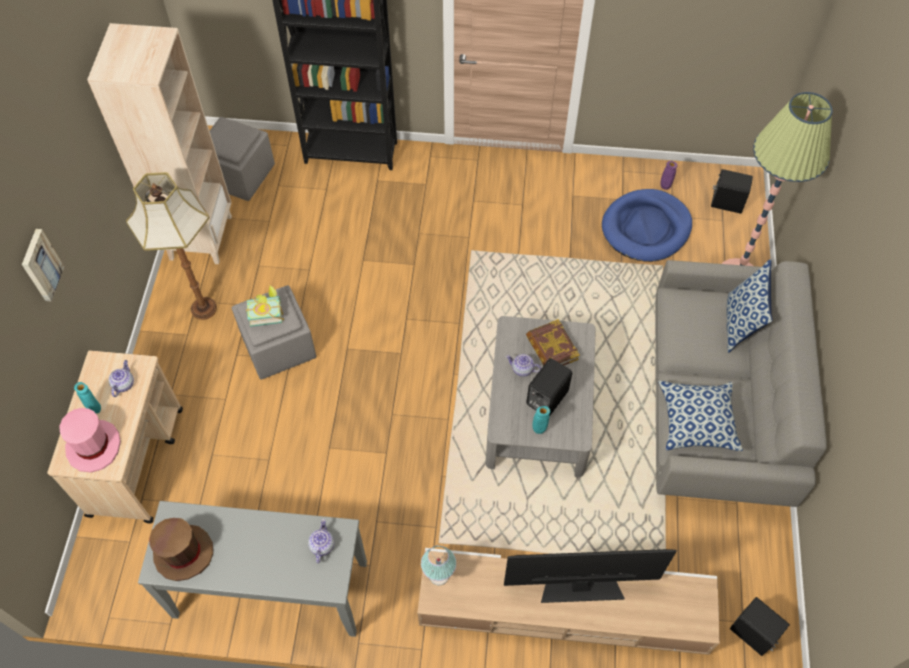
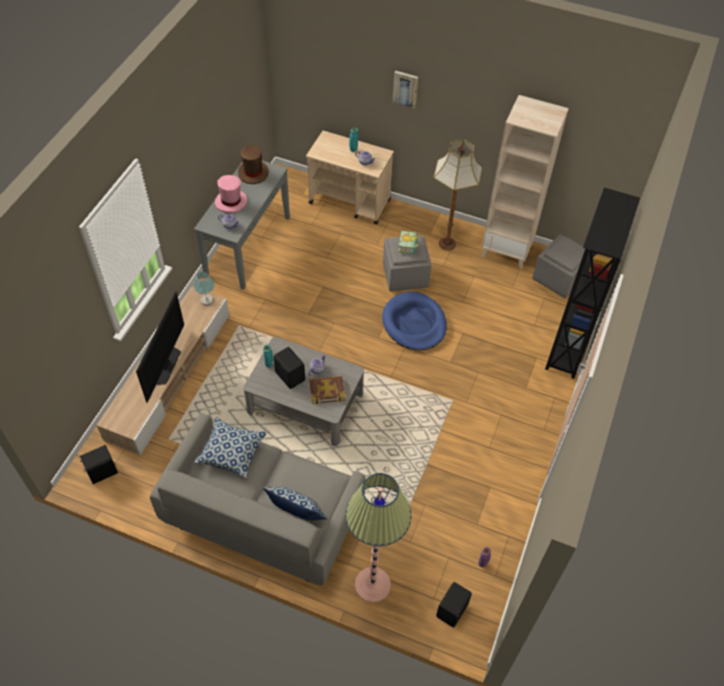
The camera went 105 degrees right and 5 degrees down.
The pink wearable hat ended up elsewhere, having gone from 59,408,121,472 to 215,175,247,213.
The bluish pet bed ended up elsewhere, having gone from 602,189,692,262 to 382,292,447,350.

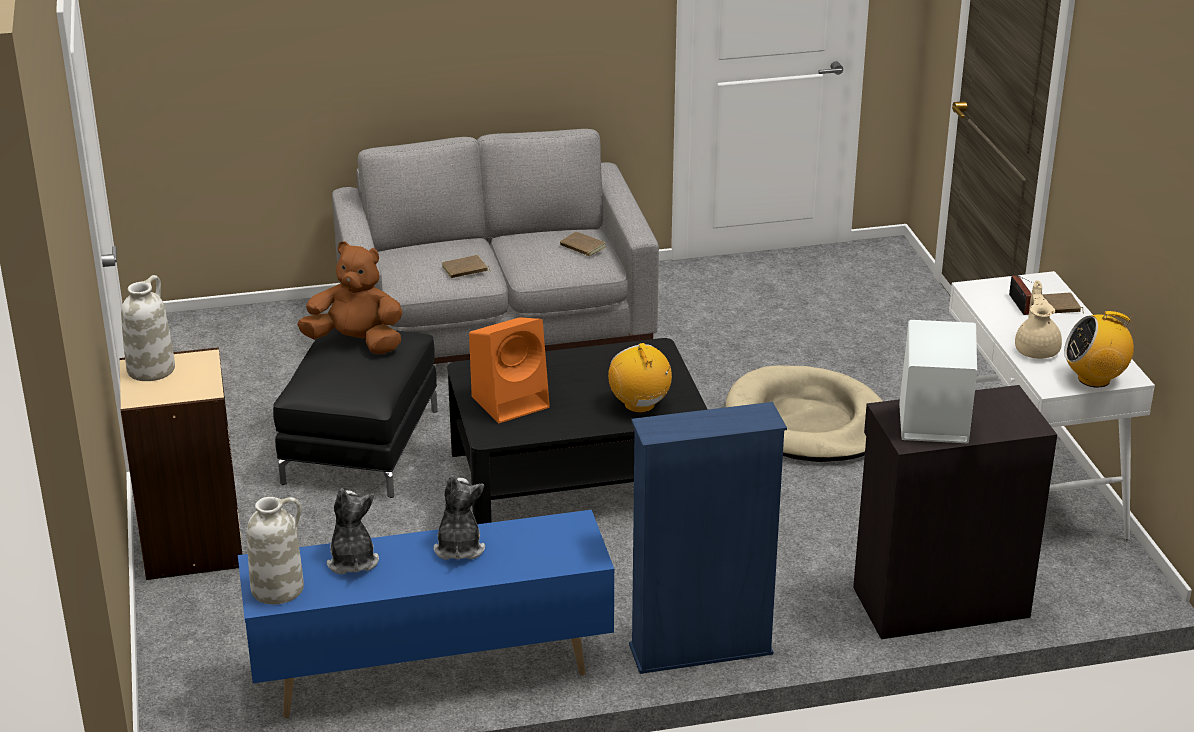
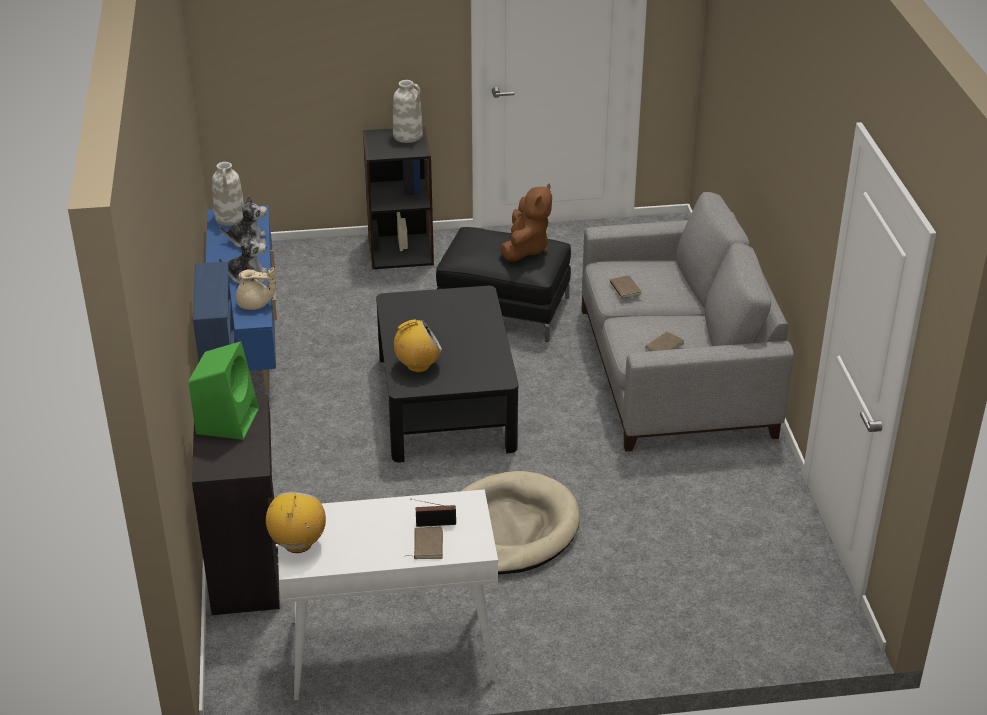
The camera went 95 degrees right and 5 degrees up.
What was the beige bookshelf at 119,347,243,580 turned into the black bookshelf at 363,126,434,270.
The second view lost the orangey audio speaker at 469,317,550,423.
What was the white audio speaker at 899,320,977,443 turned into the green-coloured audio speaker at 188,341,259,440.
The beige tea pot ended up elsewhere, having gone from 1015,280,1062,359 to 236,268,276,310.

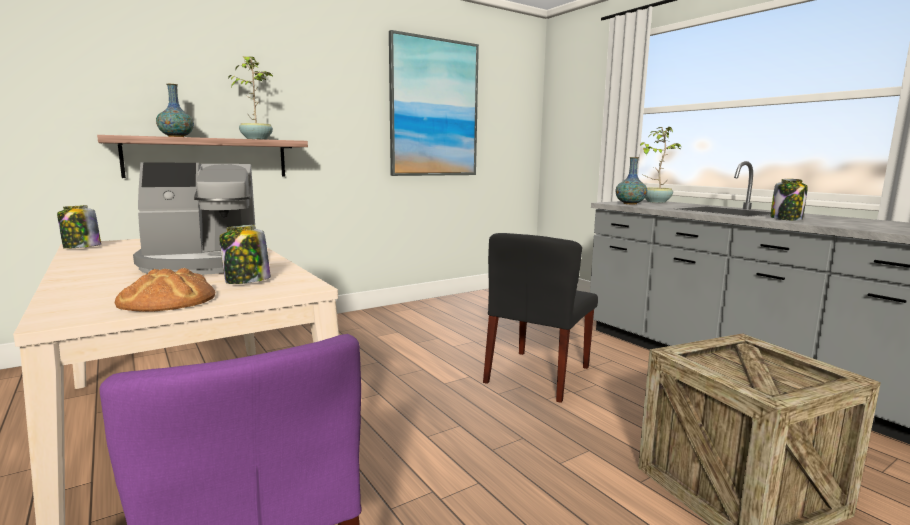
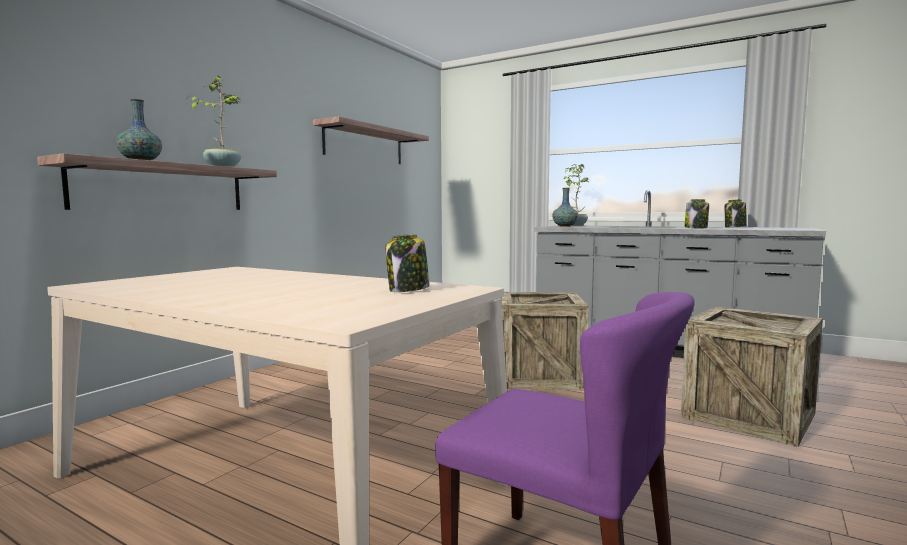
The camera went 25 degrees left and 5 degrees down.
The preserve jar ended up elsewhere, having gone from 57,205,101,249 to 725,199,747,228.
The second view lost the bakery bread at 115,268,216,312.
The second view lost the coffee maker at 133,162,256,275.
Where the picture hung at 389,30,479,176, the wall shelf came to hang at 313,116,429,164.
Where the black chair stood at 483,233,598,403, the shipping crate came to stand at 501,292,589,390.

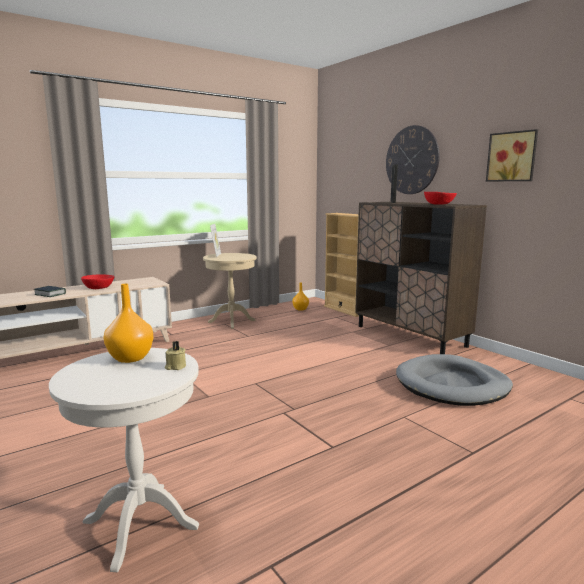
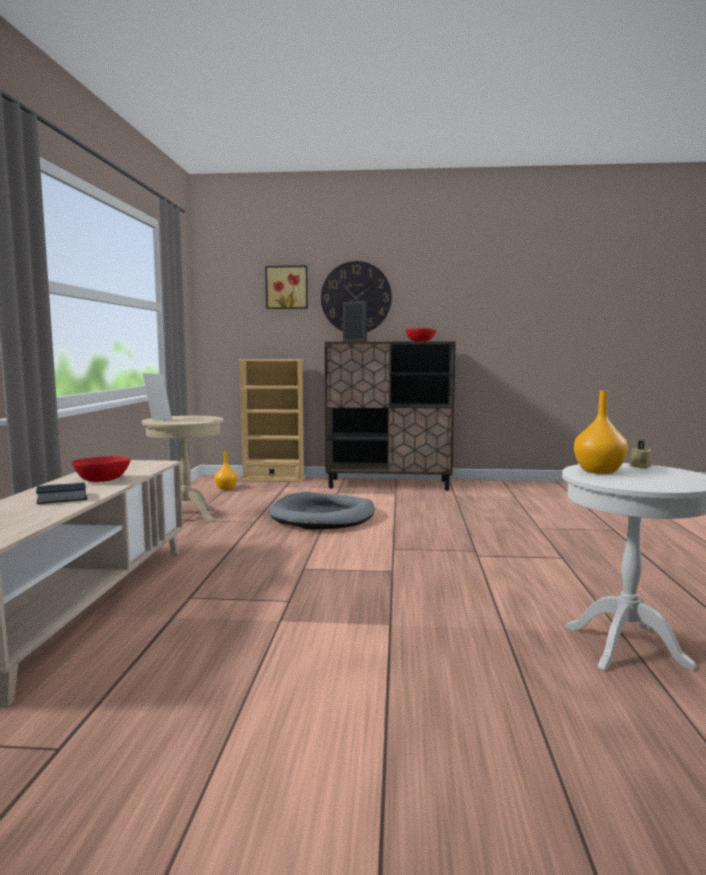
The camera went 50 degrees left and 5 degrees down.
The gray pet bed ended up elsewhere, having gone from 396,354,513,406 to 269,492,375,530.
The picture ended up elsewhere, having gone from 486,129,538,182 to 265,266,308,309.

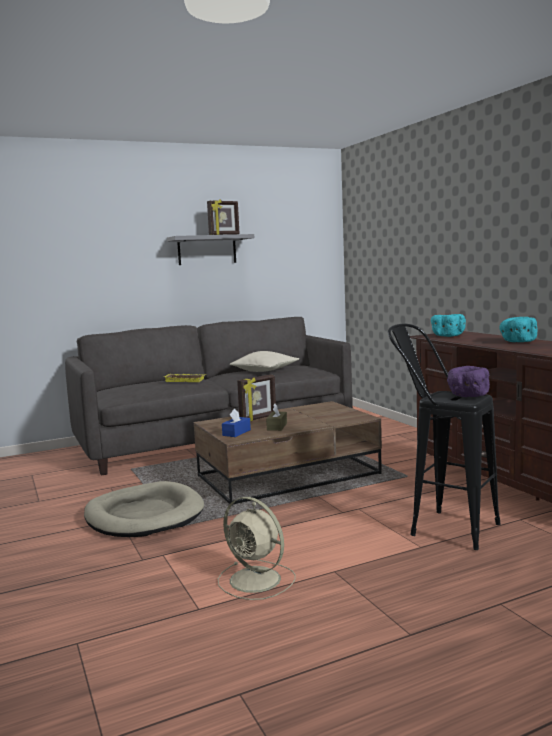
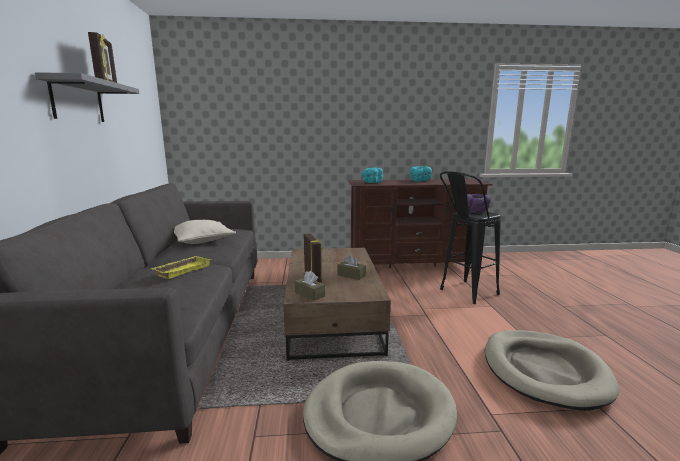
The camera went 70 degrees left and 5 degrees up.
Where the beige electric fan stood at 218,497,296,600, the beige pet bed came to stand at 485,330,619,411.
The second view lost the bluish box of tissues at 222,409,251,437.
The second view gained the brown box of tissues at 295,271,325,301.

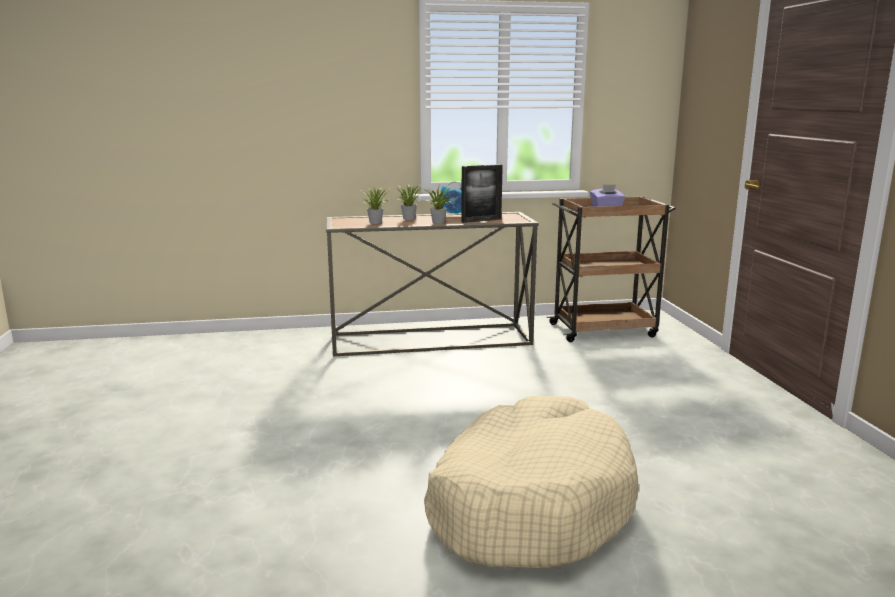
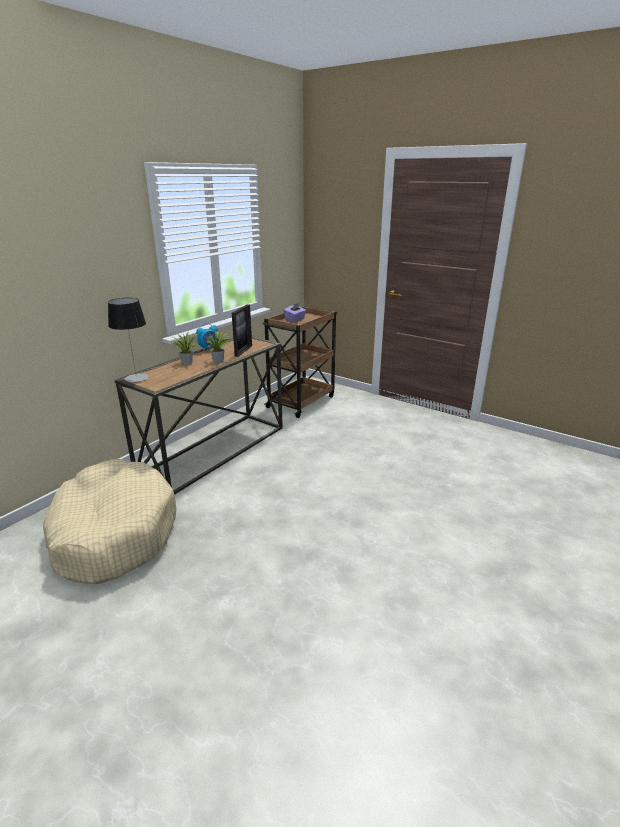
The camera went 45 degrees left and 10 degrees up.
The second view lost the plant in a pot at 362,185,390,224.
The beige pet bed ended up elsewhere, having gone from 424,396,639,568 to 43,459,176,584.
The second view gained the lamp for a table at 108,298,149,382.

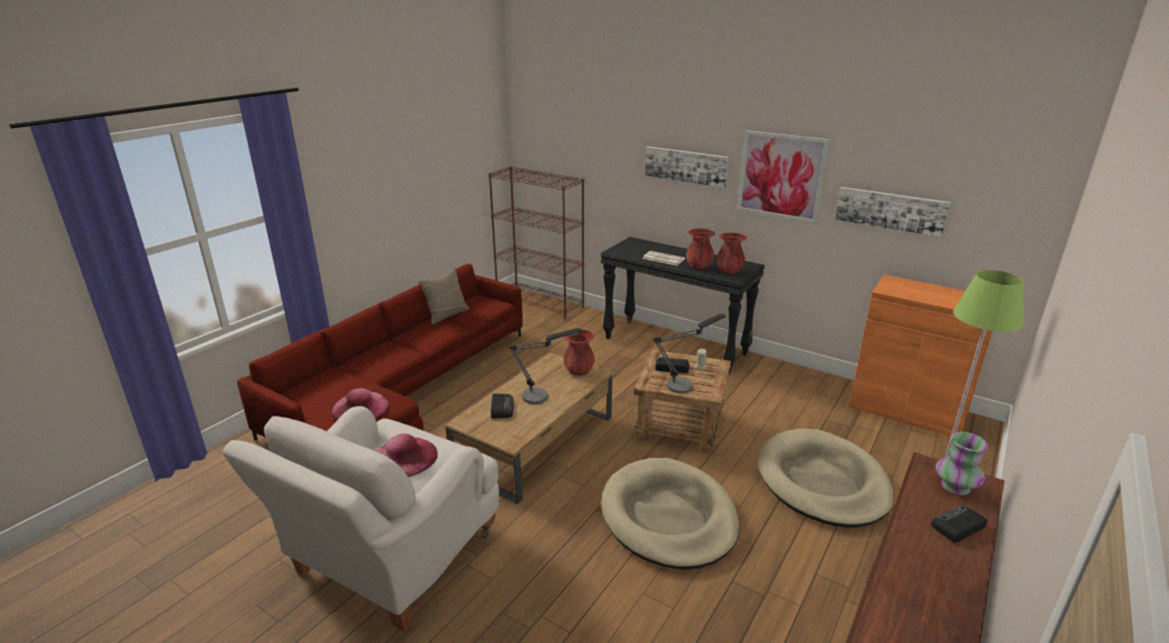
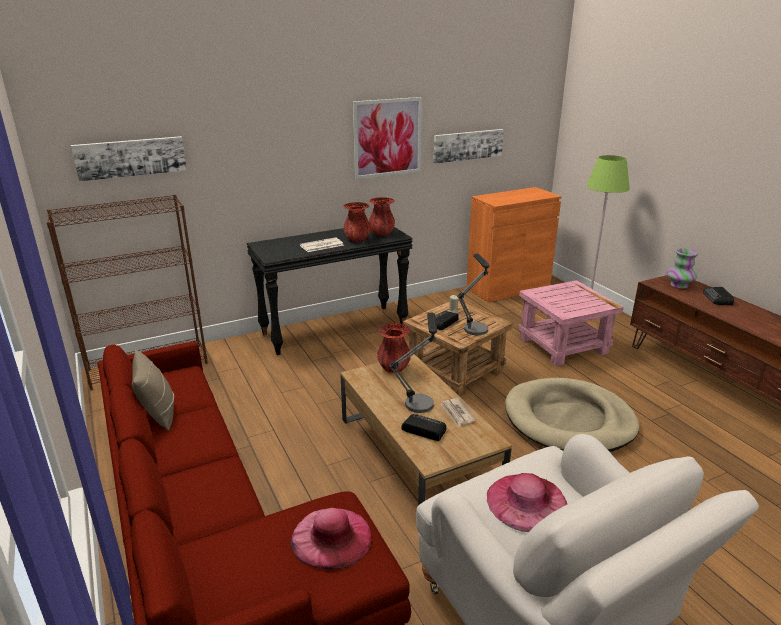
The camera went 60 degrees left and 0 degrees up.
The picture ended up elsewhere, having gone from 645,146,729,188 to 71,136,187,181.
Where the beige pet bed stood at 758,428,893,528, the pink end table came to stand at 519,280,624,366.
The second view gained the newspaper at 440,398,475,427.

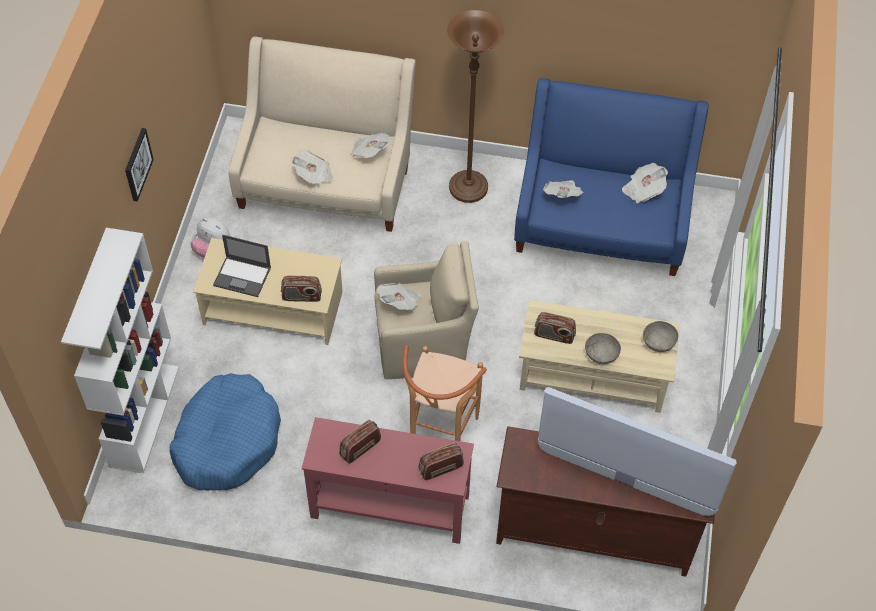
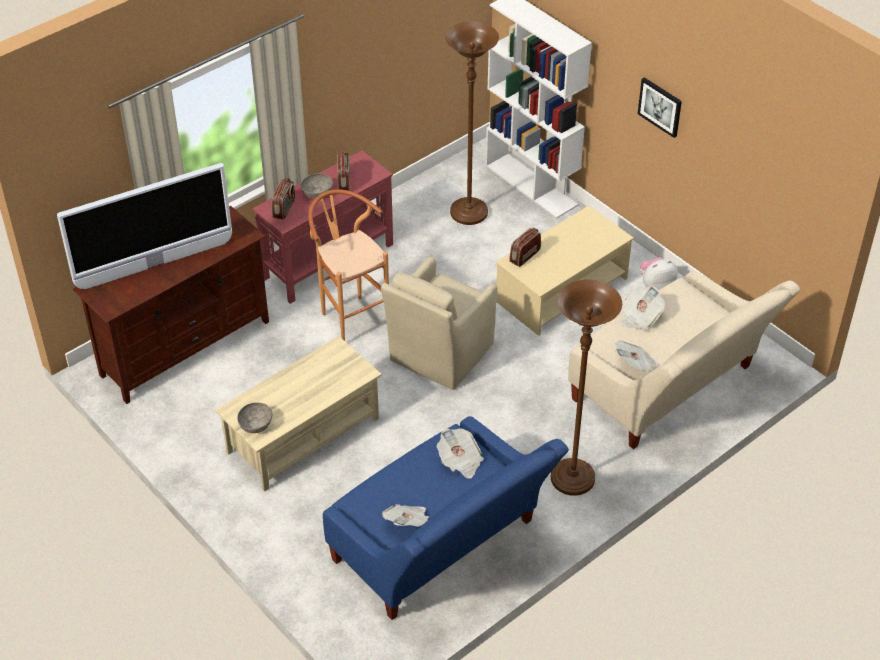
The camera went 130 degrees right and 10 degrees down.
Where the bluish pet bed stood at 169,373,281,491, the brown floor lamp came to stand at 445,21,499,225.
The second view lost the portable computer at 213,235,271,297.
The second view lost the newspaper at 377,283,422,310.
The second view lost the radio at 534,312,576,344.
The gray bowl ended up elsewhere, having gone from 585,333,621,364 to 301,173,333,198.

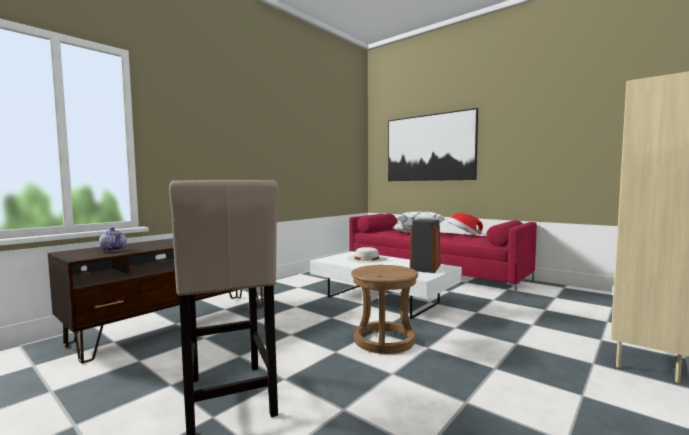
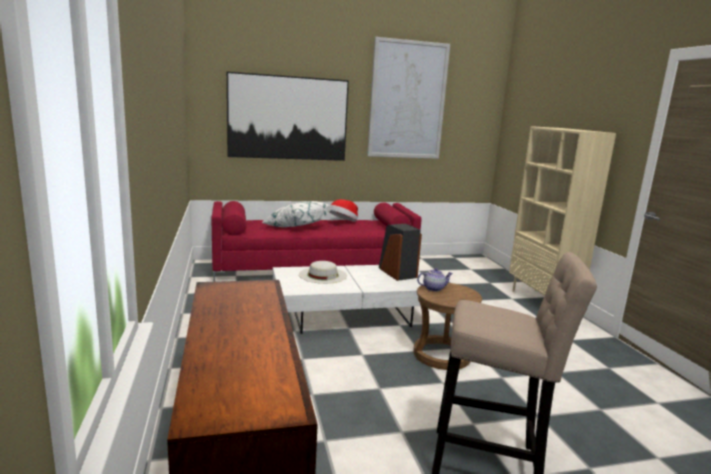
The camera went 55 degrees left and 10 degrees up.
The tea pot ended up elsewhere, having gone from 99,227,127,252 to 417,268,453,292.
The second view gained the picture at 367,37,450,159.

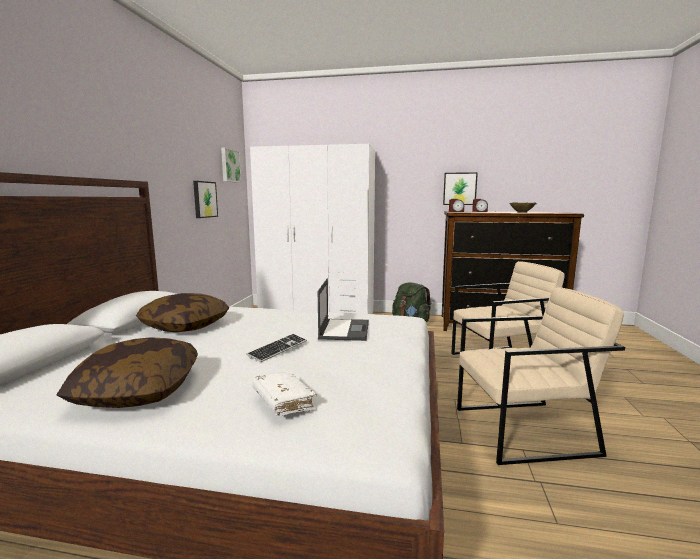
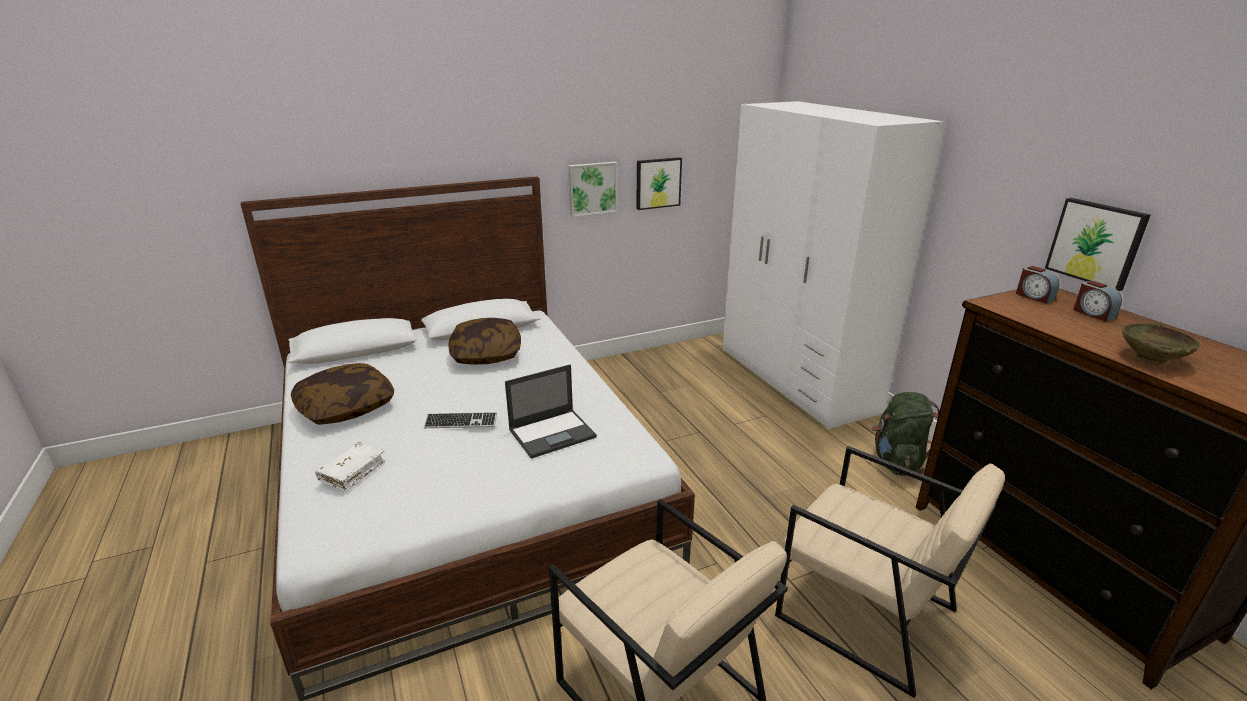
The camera went 55 degrees right and 15 degrees up.
The picture ended up elsewhere, having gone from 221,147,241,183 to 568,162,618,217.

